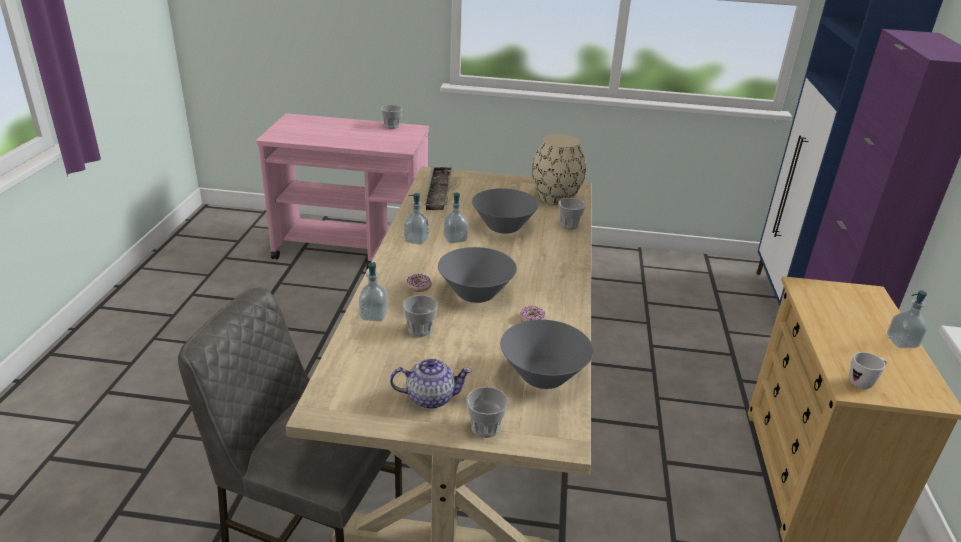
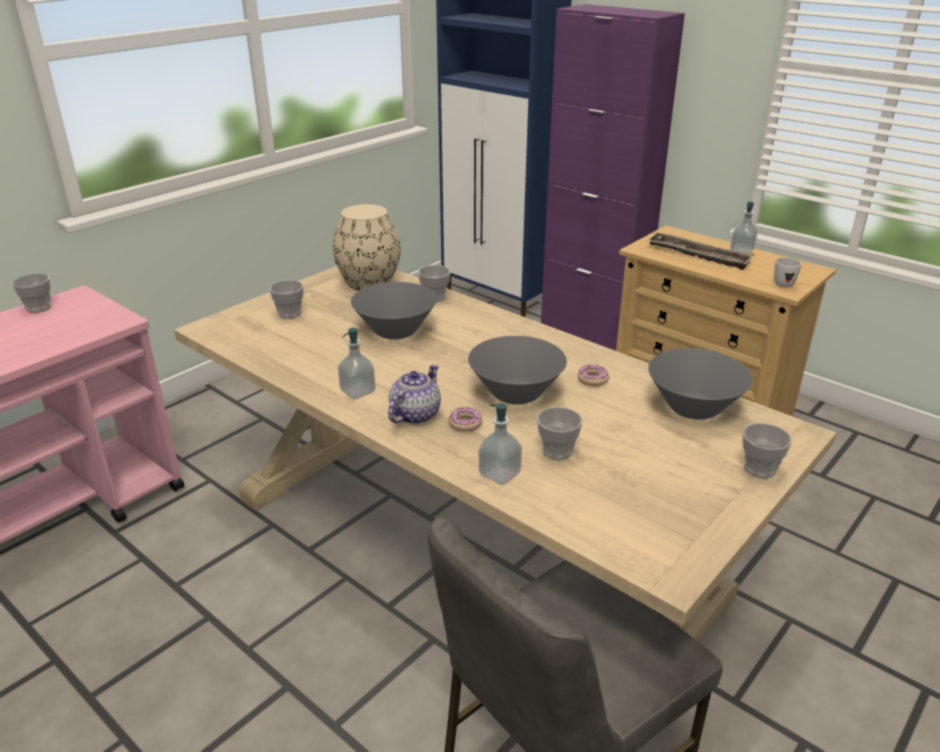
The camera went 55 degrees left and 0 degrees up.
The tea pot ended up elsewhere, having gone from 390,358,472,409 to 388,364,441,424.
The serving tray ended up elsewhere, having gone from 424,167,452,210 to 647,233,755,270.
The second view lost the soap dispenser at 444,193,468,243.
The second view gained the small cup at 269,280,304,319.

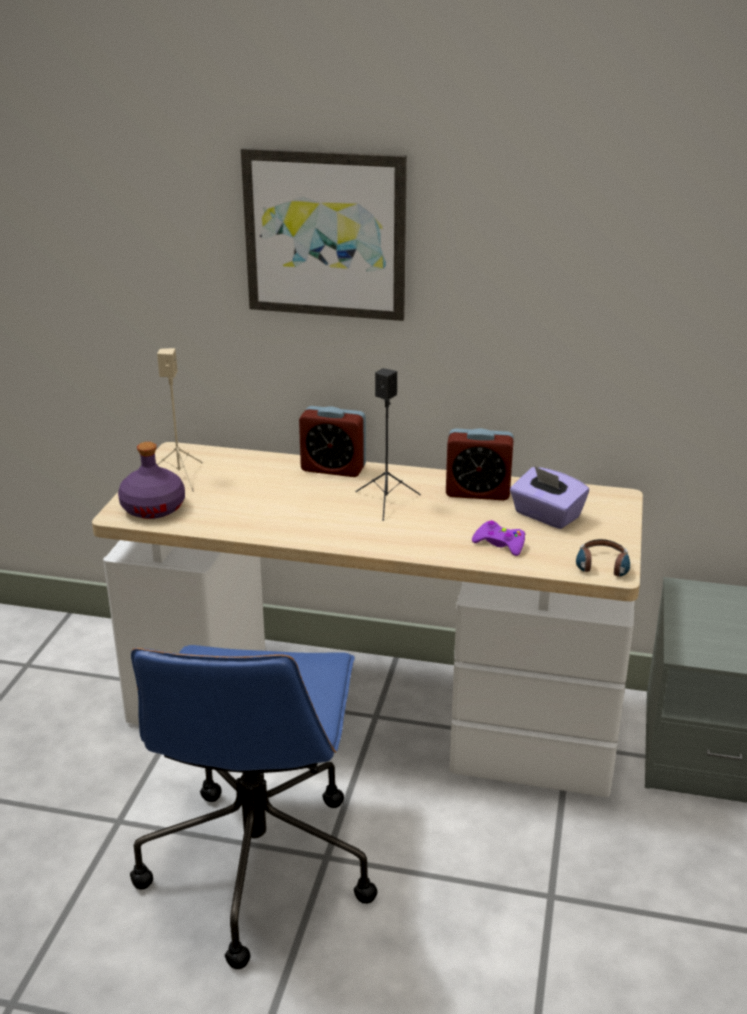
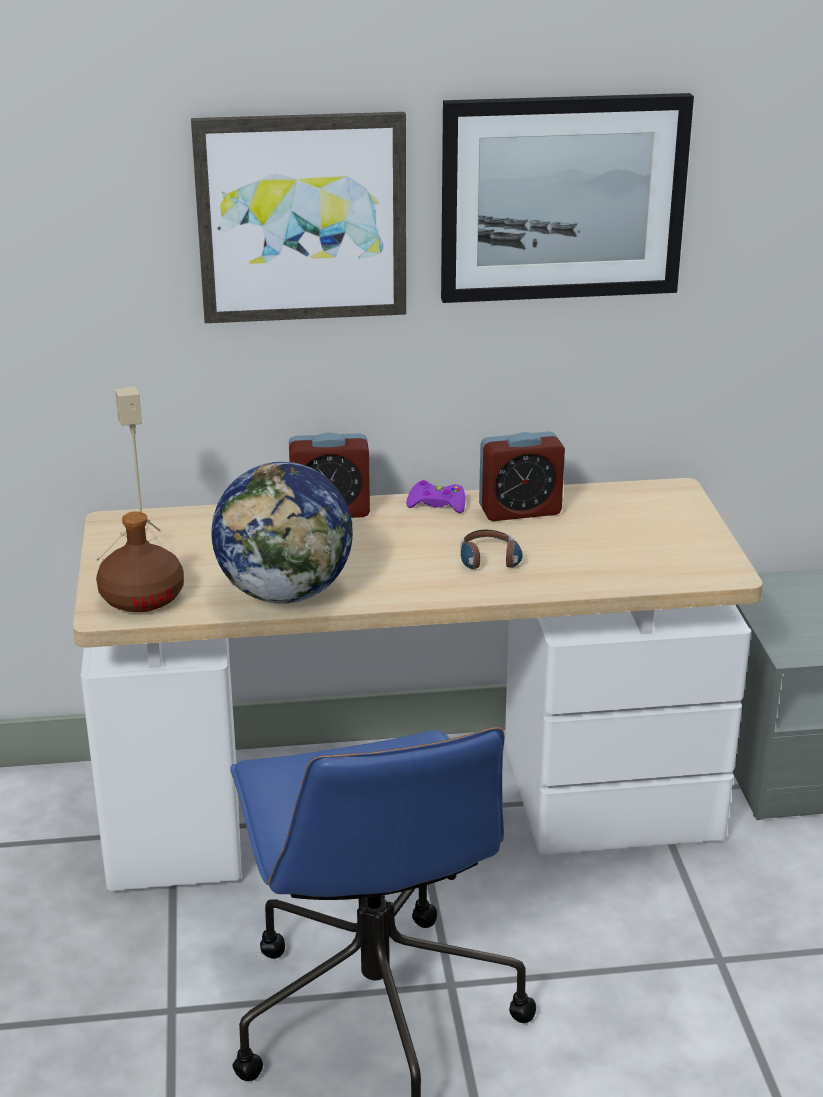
The camera went 20 degrees left and 0 degrees up.
What was the purplish drink bottle at 118,442,185,519 turned into the brown drink bottle at 96,511,184,612.
The second view lost the black audio speaker at 355,368,421,521.
The purplish game controller ended up elsewhere, having gone from 472,520,525,556 to 406,480,465,513.
The second view lost the purplish box of tissues at 510,466,589,529.
The headphones ended up elsewhere, having gone from 576,539,630,577 to 460,530,523,570.
The second view gained the globe at 211,462,353,604.
The second view gained the picture at 441,93,694,303.

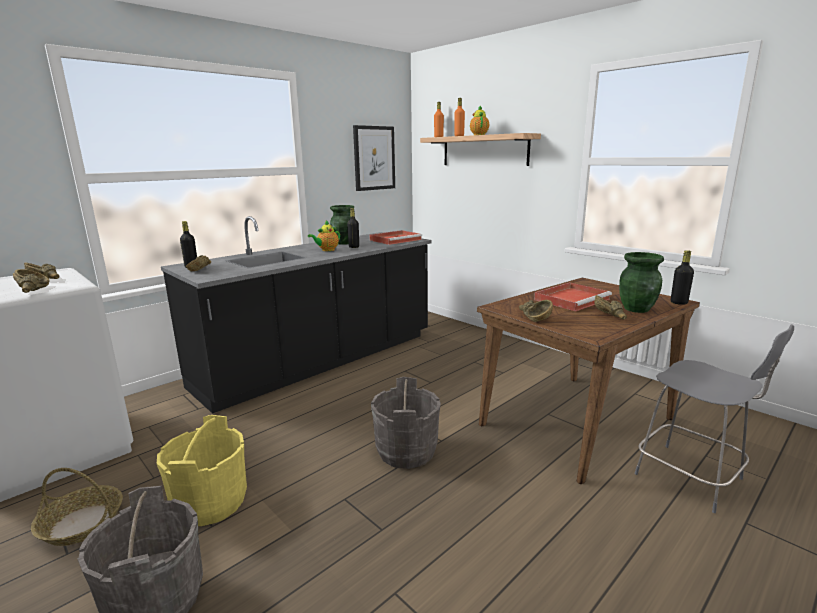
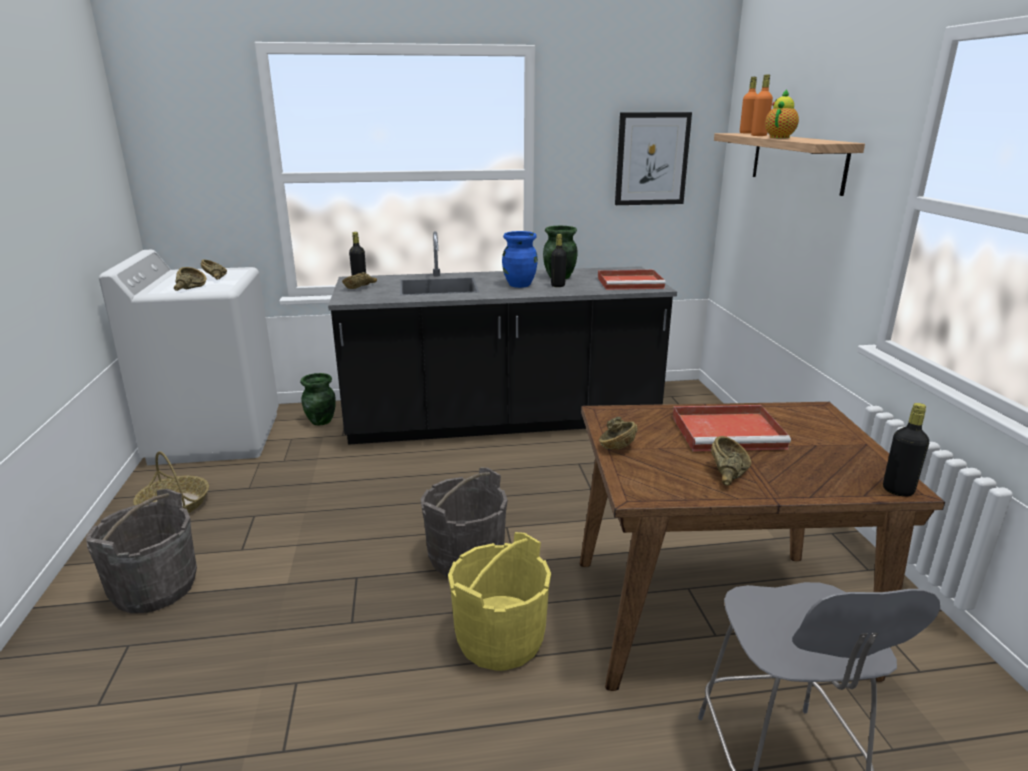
The camera went 35 degrees right and 5 degrees up.
The yellow water bucket ended up elsewhere, having gone from 157,415,247,526 to 448,532,551,671.
Where the tea pot stood at 308,220,340,251, the bluish flower vase came to stand at 502,231,538,288.
The green-coloured flower vase ended up elsewhere, having gone from 619,252,664,313 to 300,373,336,425.

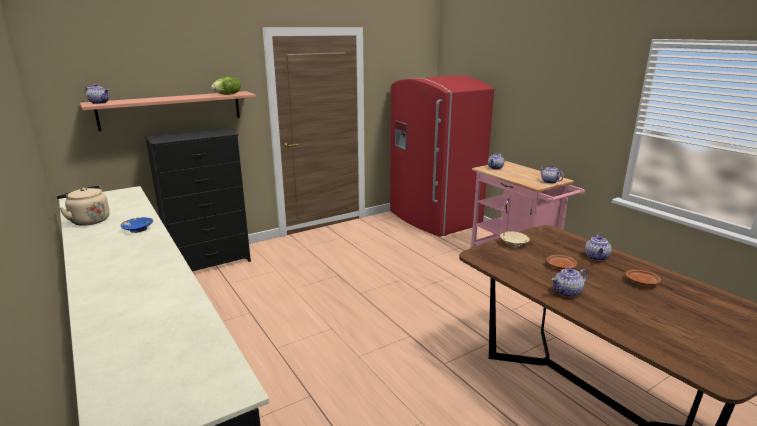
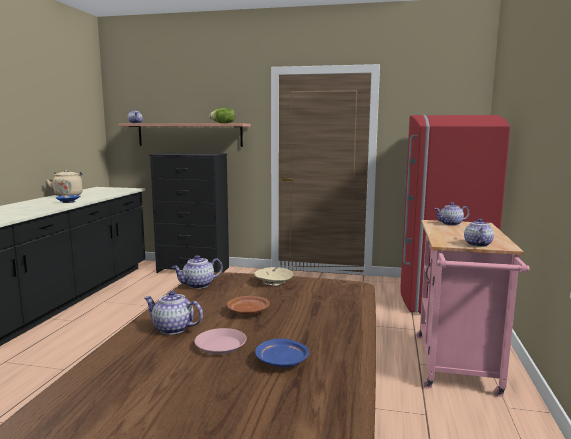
The camera went 45 degrees right and 10 degrees down.
The tea pot ended up elsewhere, having gone from 585,234,612,261 to 172,255,223,289.
What was the brown dinner plate at 625,269,661,285 turned into the bluish dinner plate at 255,338,309,367.
The second view gained the pink dinner plate at 194,328,247,355.

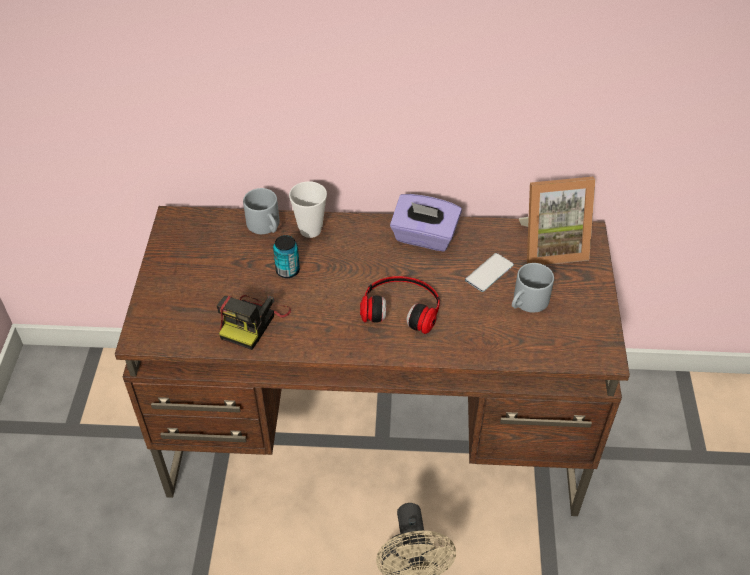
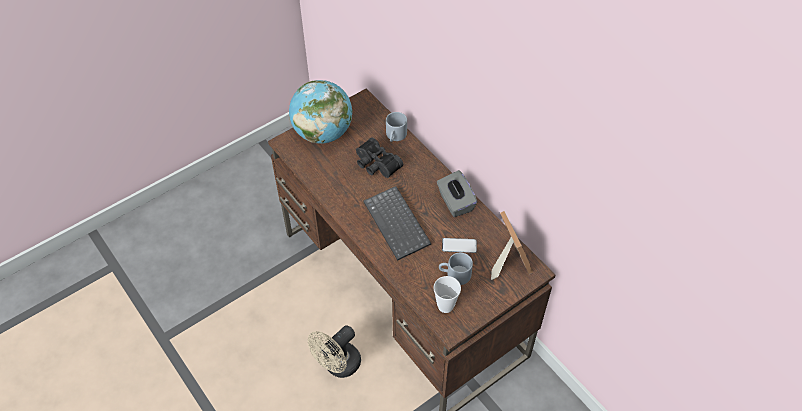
The camera went 50 degrees right and 5 degrees up.
The second view lost the still camera at 217,295,291,350.
Where the sealed can stood at 273,235,300,278, the black pair of binoculars came to stand at 356,137,403,178.
The small cup ended up elsewhere, having gone from 289,181,327,238 to 433,276,461,313.
Where the headphones stood at 360,276,440,334, the keyboard came to stand at 364,186,431,261.
What was the purplish box of tissues at 390,194,462,252 turned into the gray box of tissues at 437,170,477,217.
The photo frame at 519,177,595,265 ended up facing another way, 150 degrees counterclockwise from before.
The second view gained the globe at 289,80,353,144.

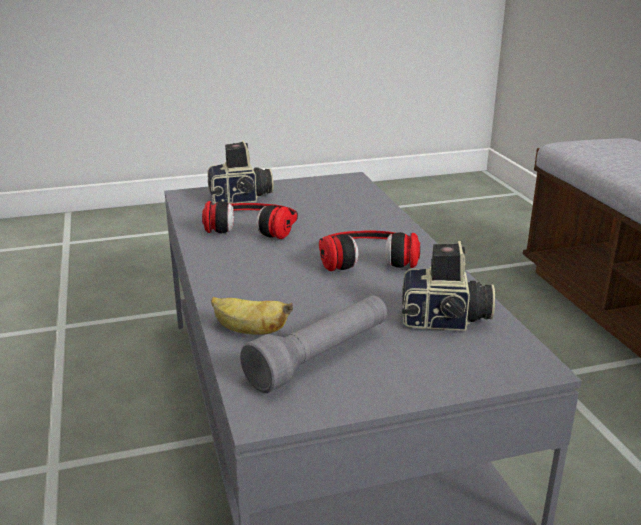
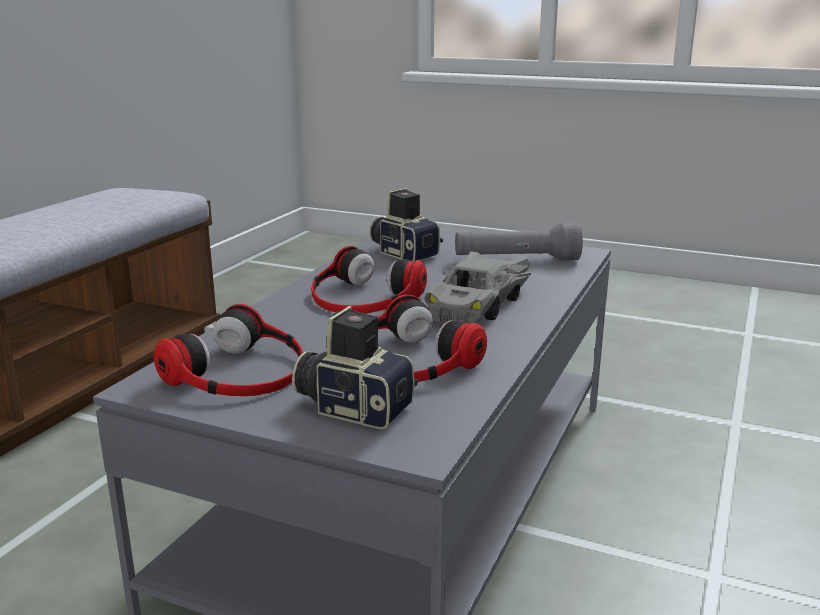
The camera went 140 degrees left and 5 degrees down.
The second view lost the whole banana at 211,297,293,335.
The second view gained the headphones at 154,304,303,396.
The second view gained the gray toy car at 424,251,531,324.

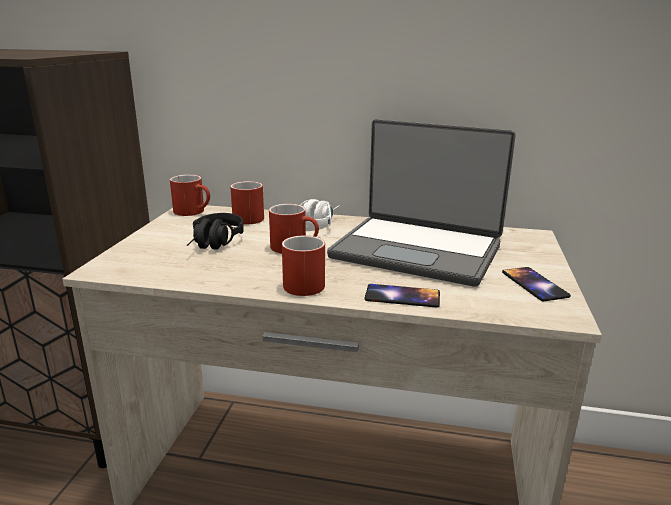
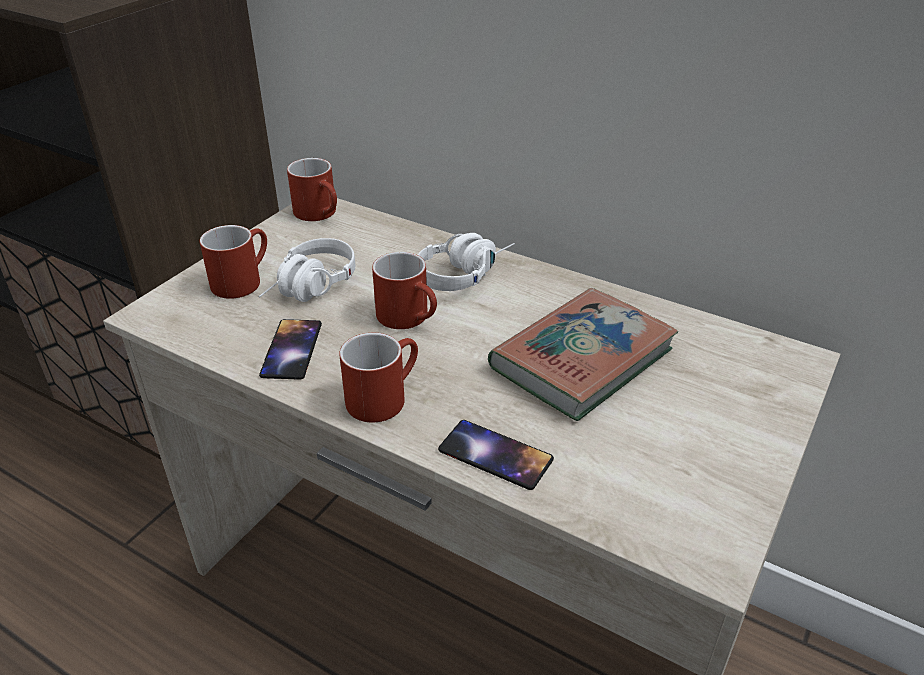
The camera went 20 degrees right and 15 degrees up.
What was the black headphones at 187,213,244,250 turned into the white headphones at 258,238,356,302.
The reddish coffee mug ended up elsewhere, having gone from 230,181,264,224 to 200,225,267,299.
Where the portable computer stood at 327,119,516,287, the bound book came to stand at 488,288,678,421.
The telephone ended up elsewhere, having gone from 502,267,571,301 to 259,319,322,380.

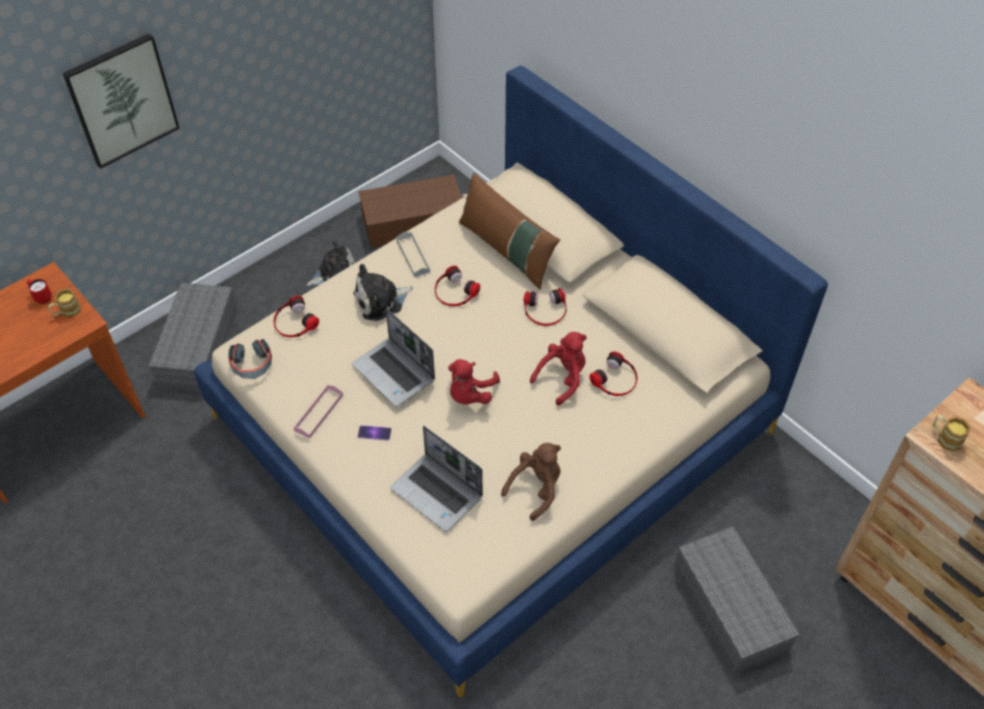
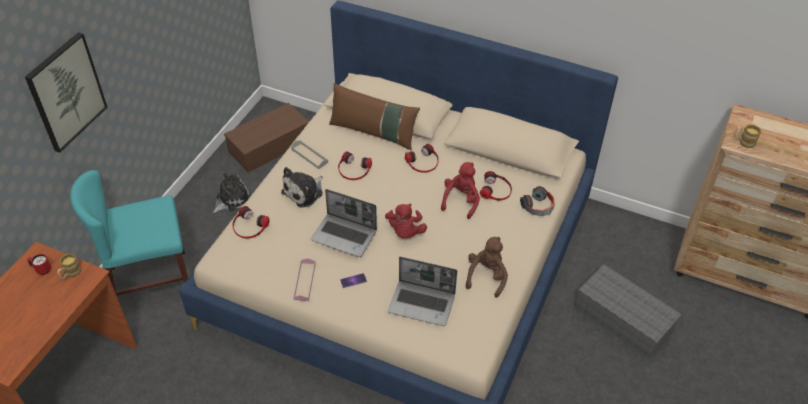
The camera went 25 degrees left and 5 degrees down.
Where the gray storage bin stood at 149,283,238,391, the blue-green chair came to stand at 70,170,188,296.
The headphones ended up elsewhere, having gone from 228,339,272,379 to 520,186,555,216.

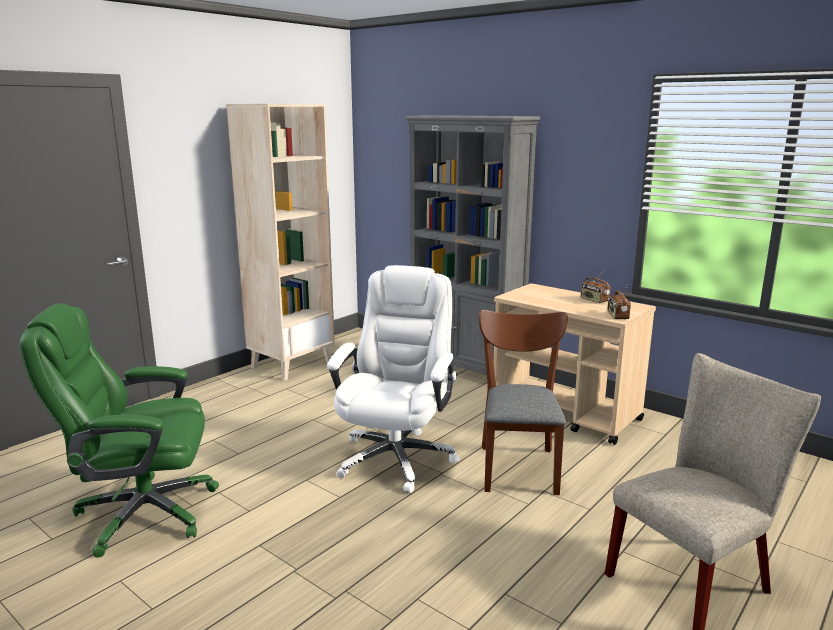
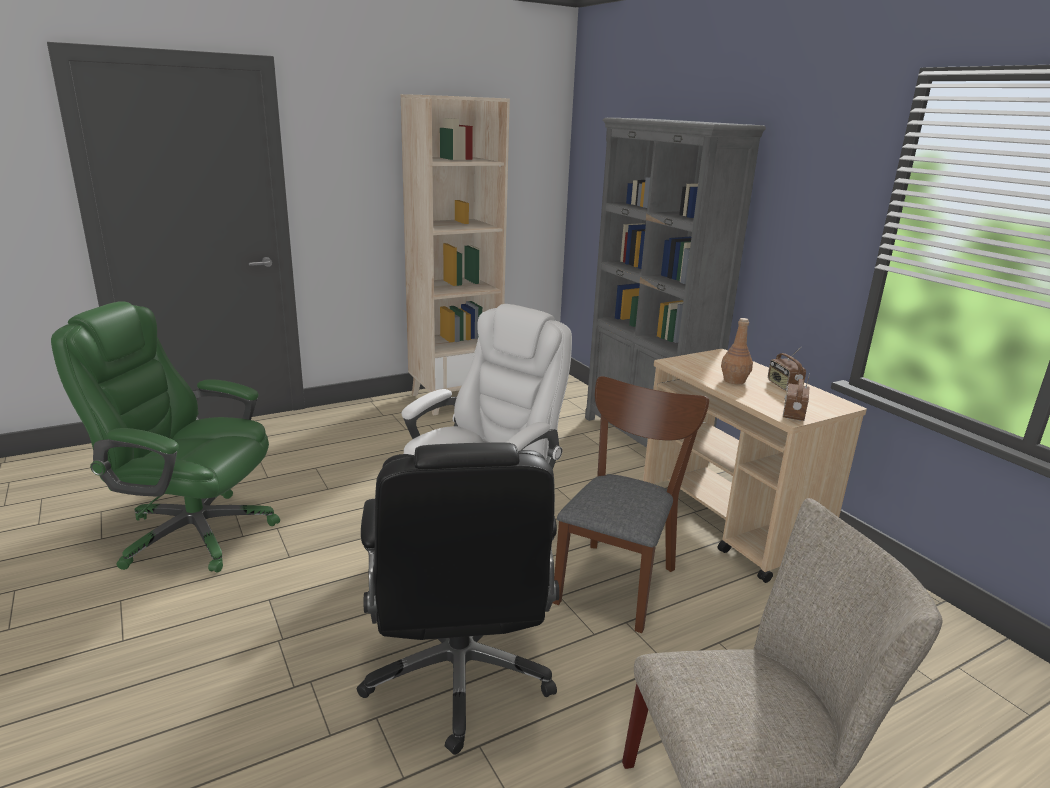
The camera went 20 degrees right and 5 degrees up.
The second view gained the black office chair at 357,442,560,755.
The second view gained the brown drink bottle at 721,318,753,384.

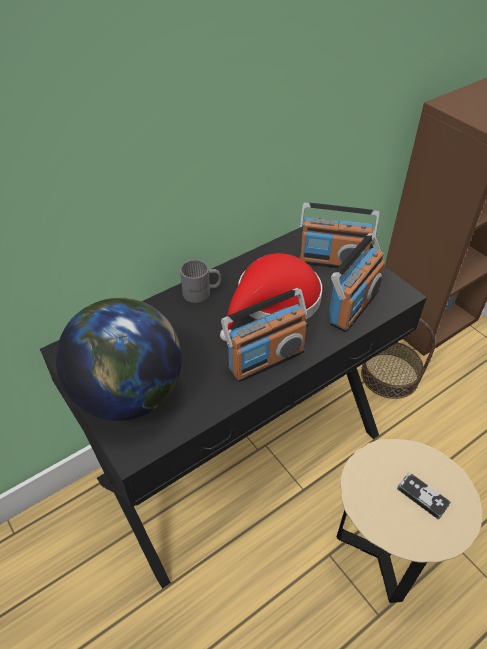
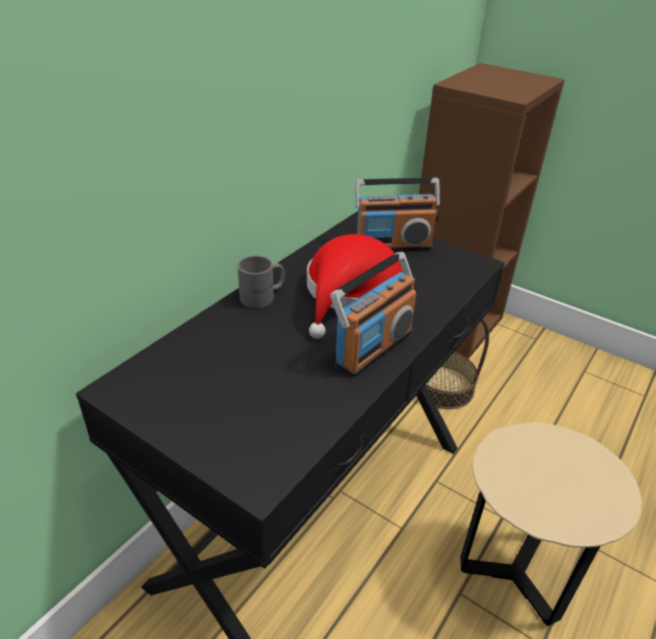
The camera went 20 degrees left and 10 degrees down.
The second view lost the globe at 56,298,182,421.
The second view lost the radio at 329,233,385,332.
The second view lost the game controller at 397,472,451,520.

